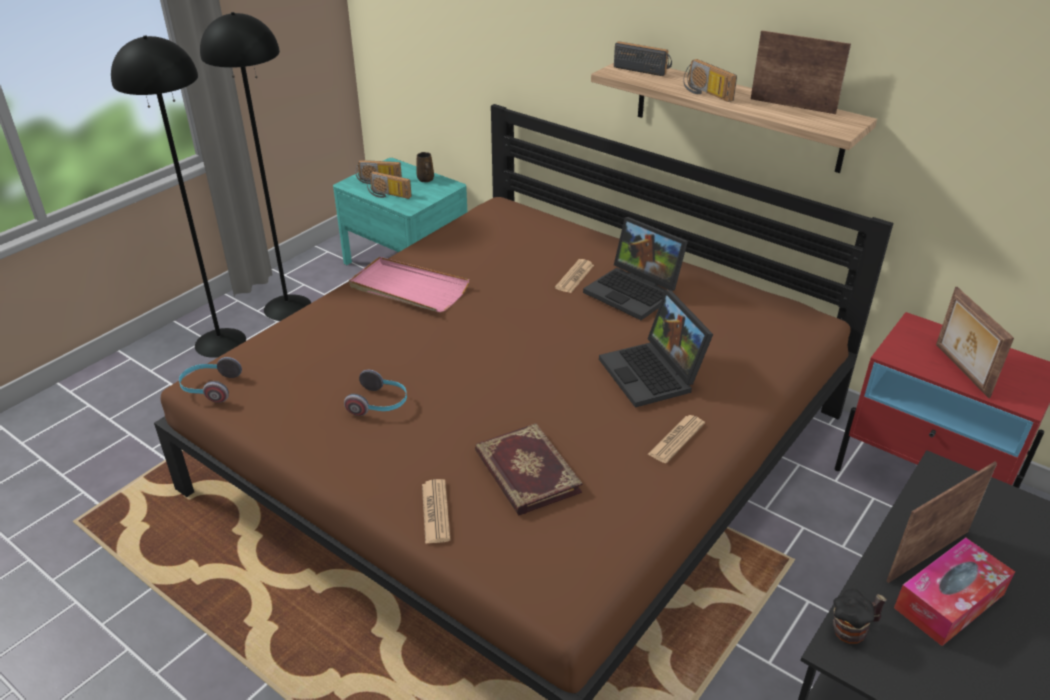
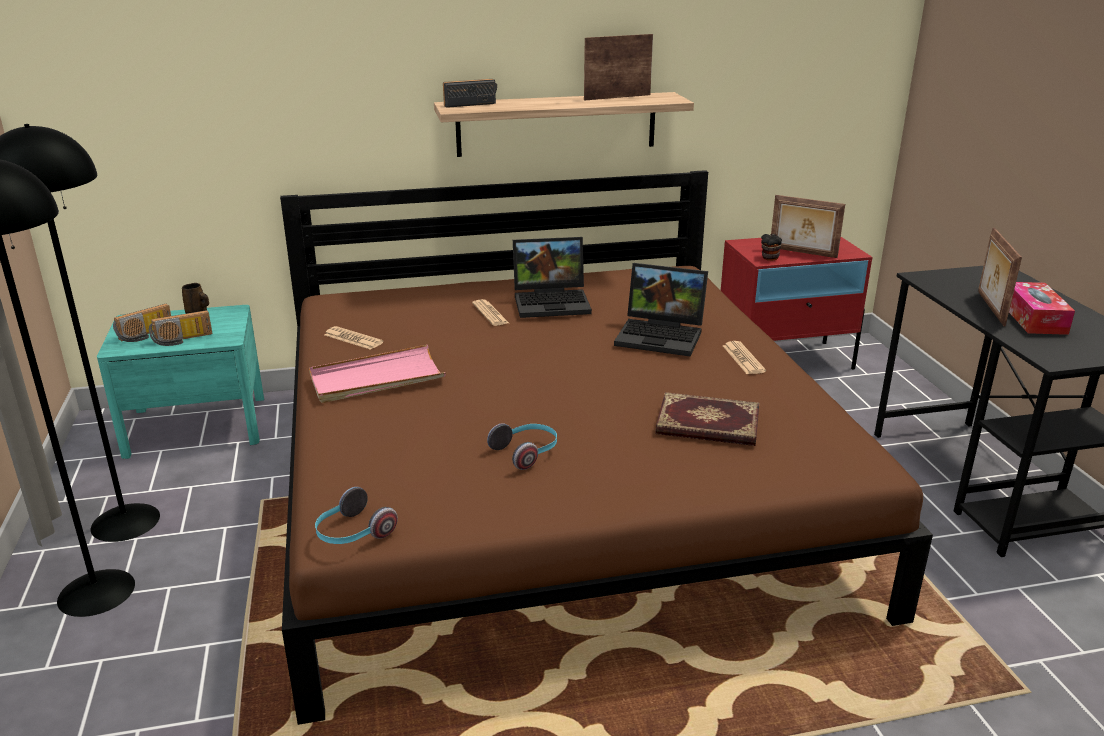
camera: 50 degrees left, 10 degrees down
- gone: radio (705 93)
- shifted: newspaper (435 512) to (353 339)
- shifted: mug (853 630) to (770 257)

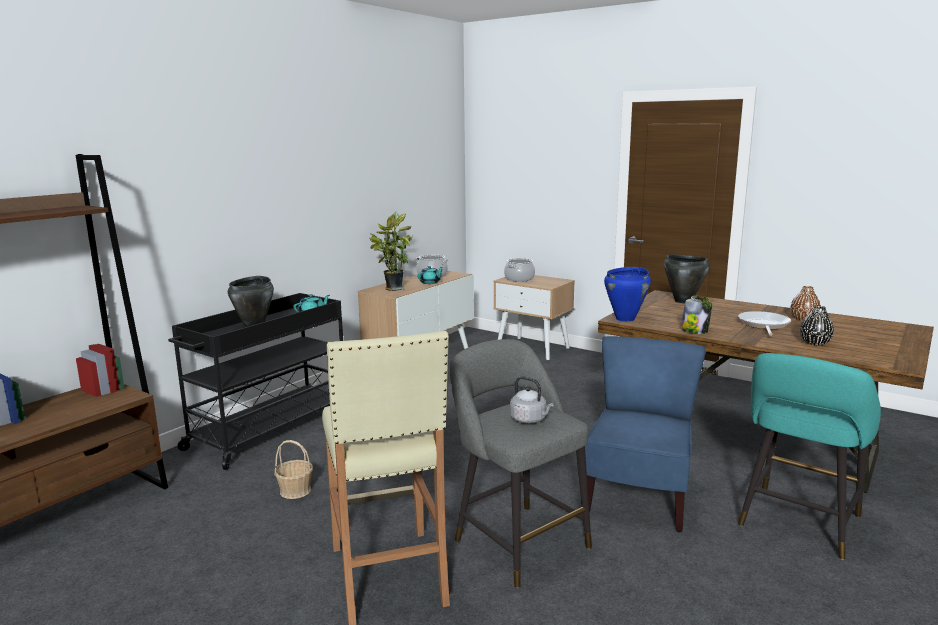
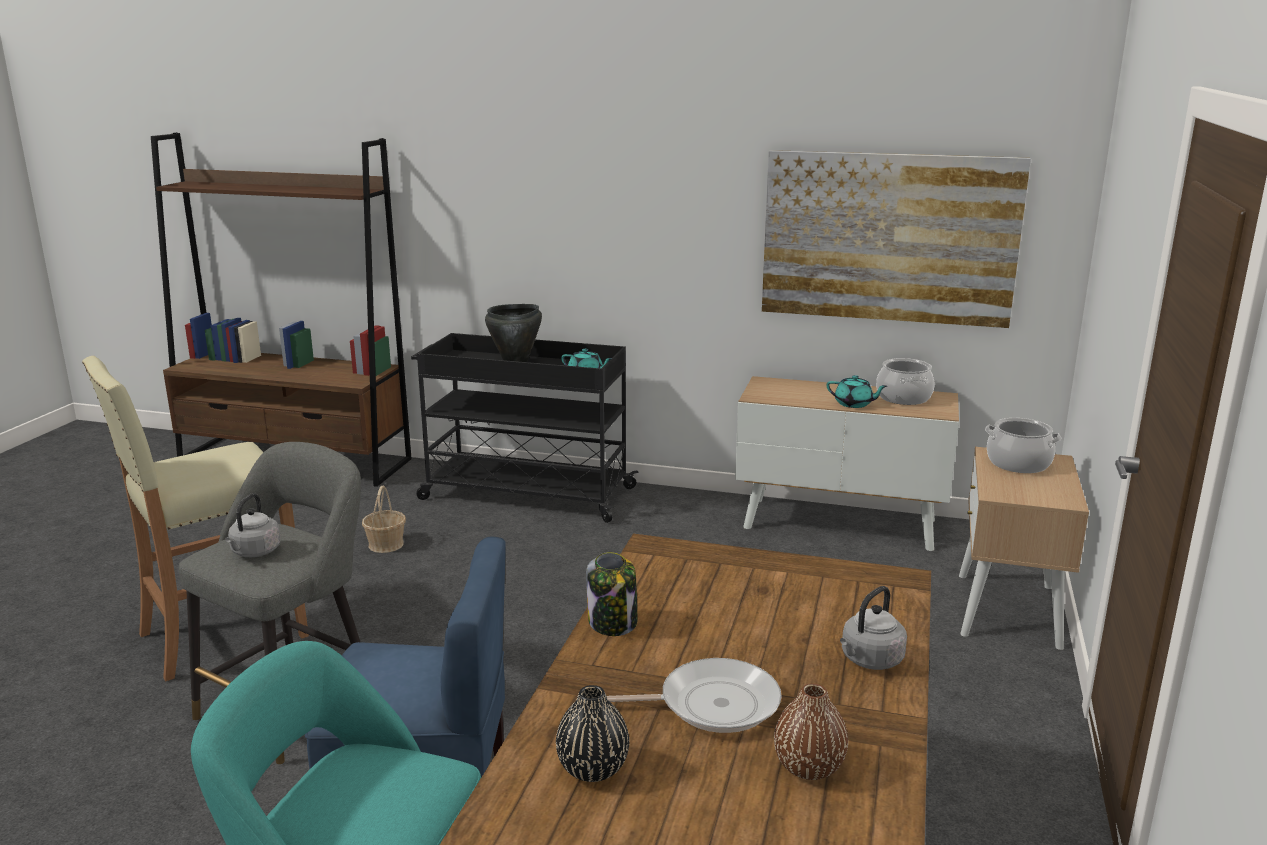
camera: 70 degrees right, 5 degrees up
- gone: potted plant (392 288)
- gone: cooking pot (blue) (625 319)
- gone: cooking pot (black) (683 301)
- new: picture (888 237)
- new: kettle (grey) (869 660)

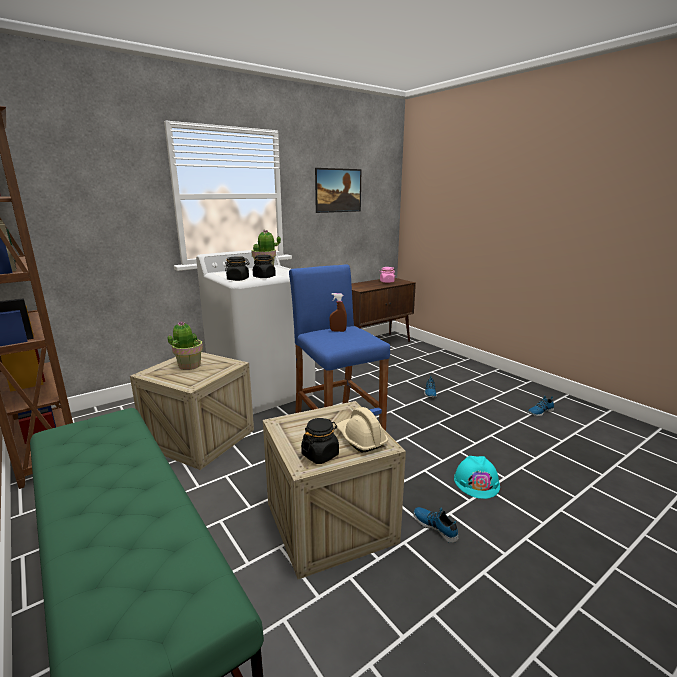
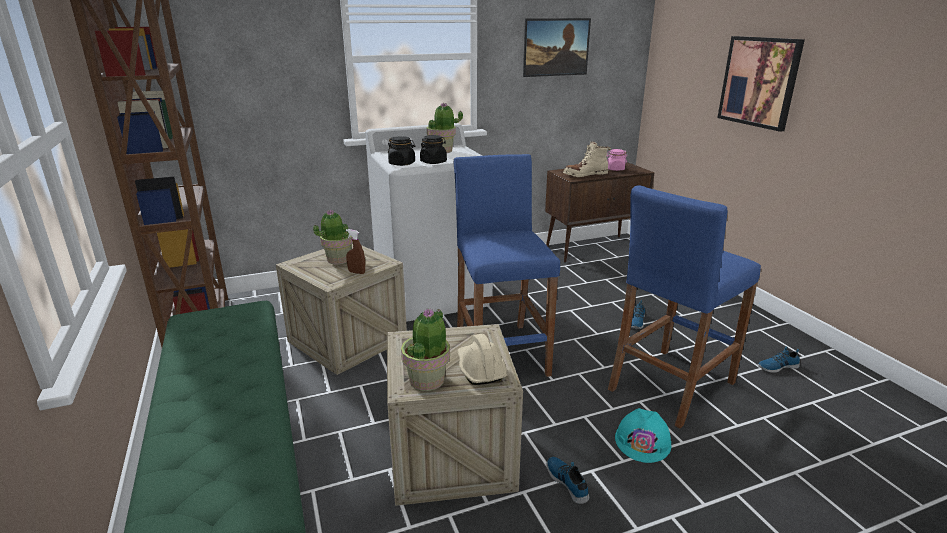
camera: 15 degrees right, 5 degrees up
- new: boot (beige) (585 175)
- new: stool (blue) (670 386)
- new: picture (759 82)
- shifted: spray bottle (brown) (338 331) to (356 272)
- swapped: jar (black) (320 455) to potted plant (427 380)

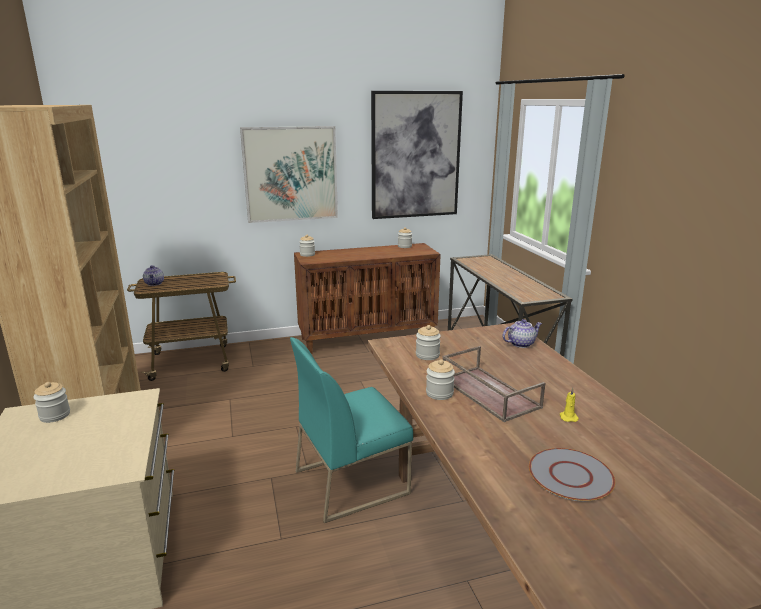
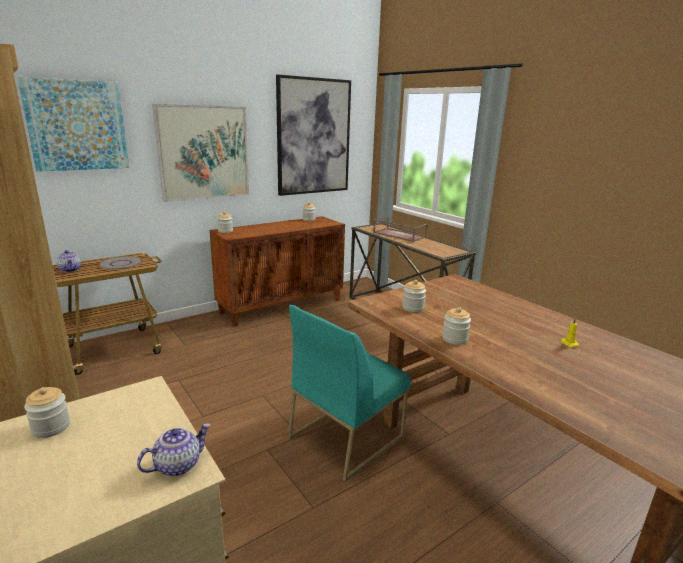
camera: 20 degrees left, 0 degrees up
- new: picture (77 125)
- shifted: tray (brown) (488 392) to (398 235)
- shifted: teapot (521 344) to (178 464)
- shifted: plate (grey) (570 475) to (120 264)

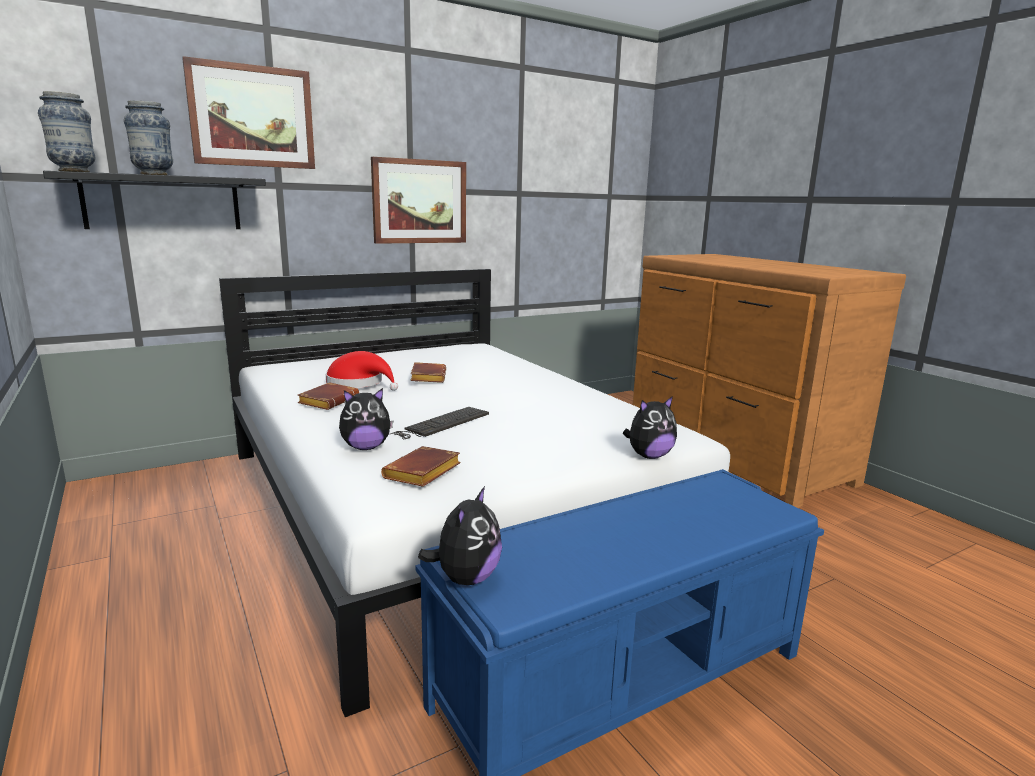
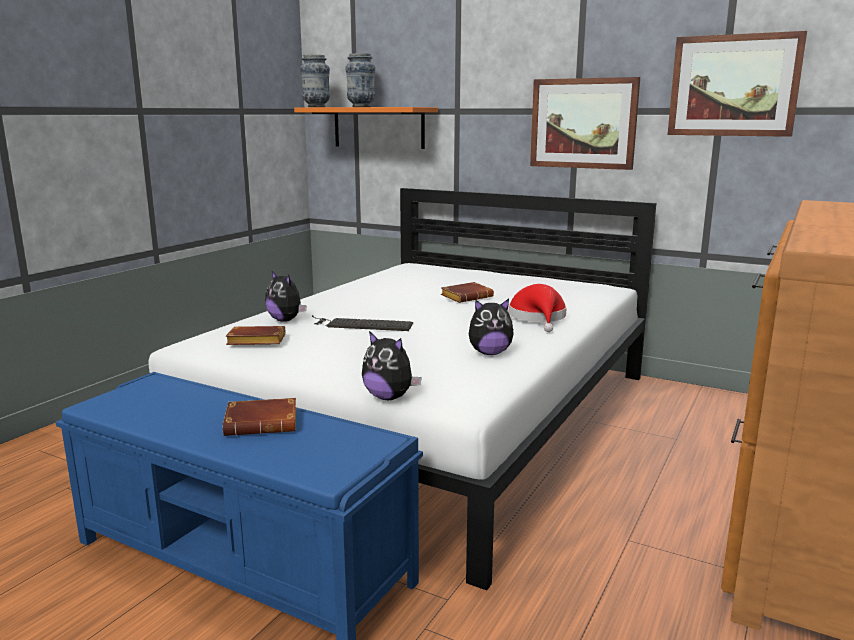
camera: 60 degrees right, 0 degrees up
- shifted: picture (252 116) to (733 86)
- shifted: book (brown) (328 401) to (263 423)
- shifted: hat (red) (359 383) to (538 318)
- shifted: plush toy (466 578) to (489 353)
- repainted: shelf (black) (163 203) to shelf (orange) (378 127)

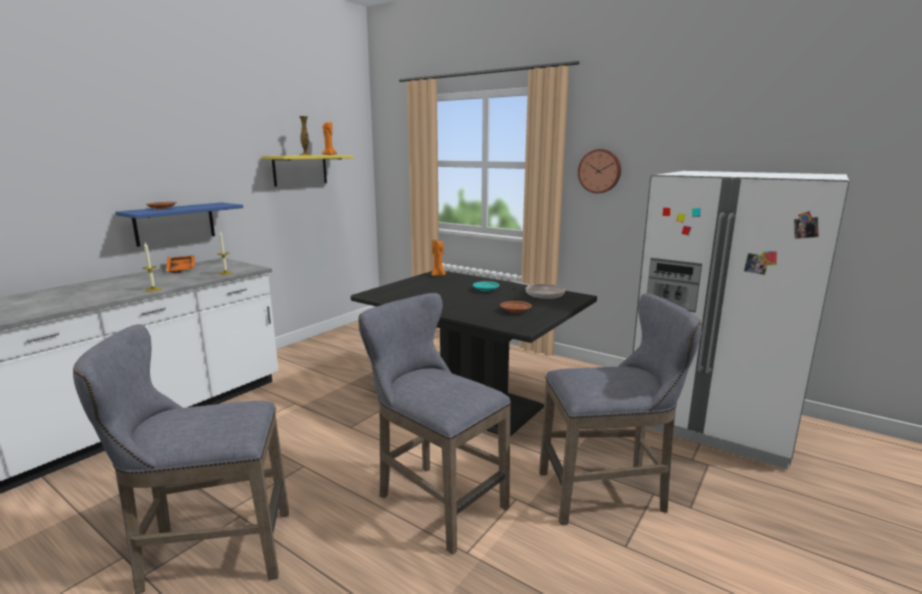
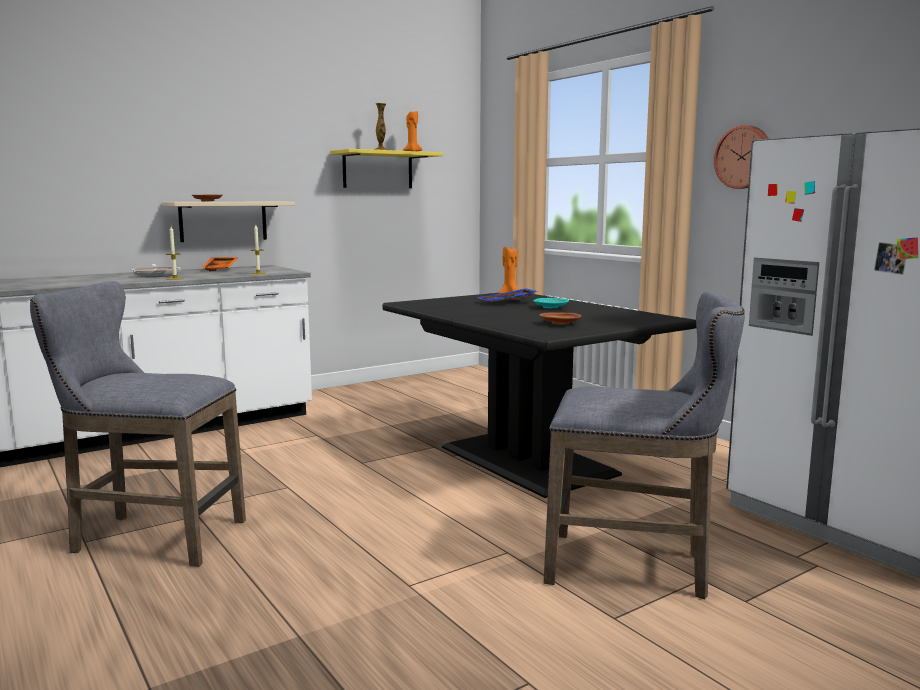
camera: 20 degrees right, 5 degrees down
- gone: stool (grey) (435 500)
- new: tray (blue) (508 303)
- shifted: frying pan (542 294) to (157 275)
- repainted: shelf (blue) (175 223) to shelf (beige) (223 221)

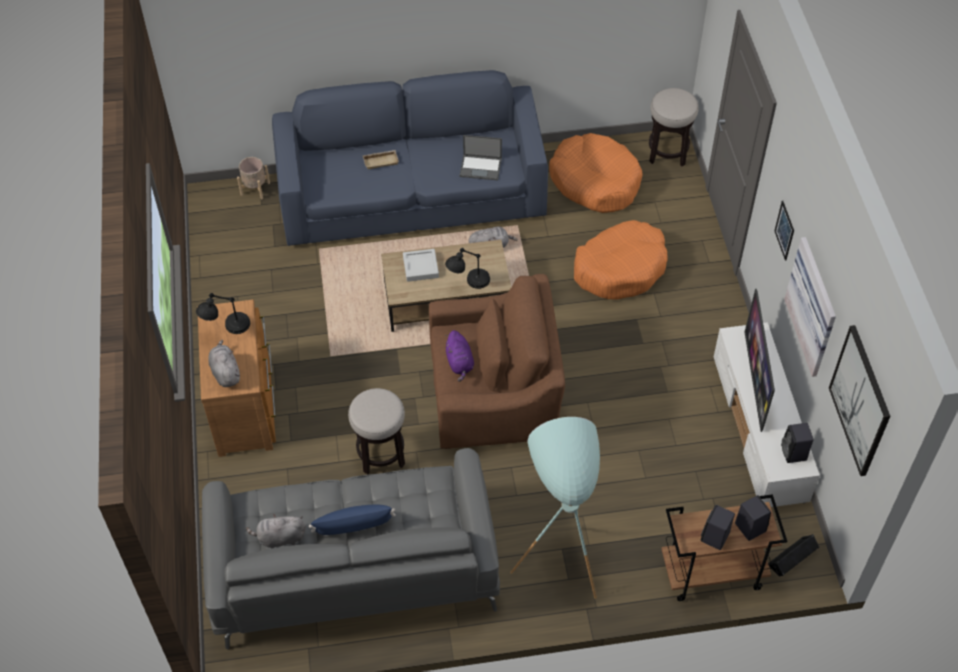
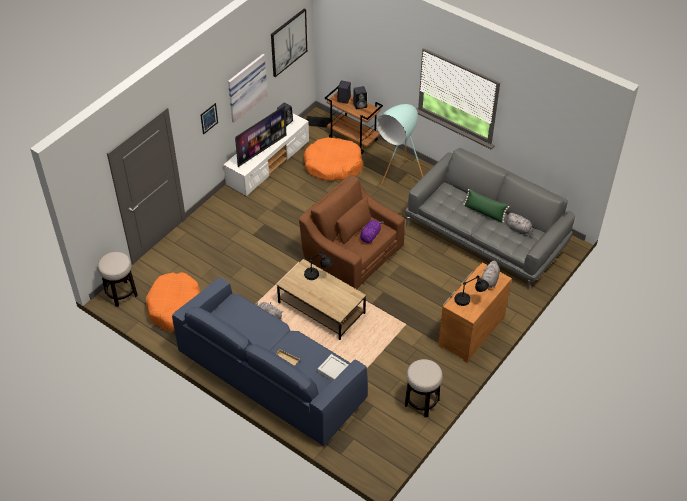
camera: 135 degrees left, 5 degrees down
- gone: planter (beige) (255 188)
- gone: laptop (481 167)
- shifted: stool (381 453) to (421 402)
- shifted: tray (grey) (420 267) to (333 370)
- shifted: dog bed (orange) (620 268) to (333 165)
- repainted: pillow (blue) (353 526) to pillow (green) (484 212)

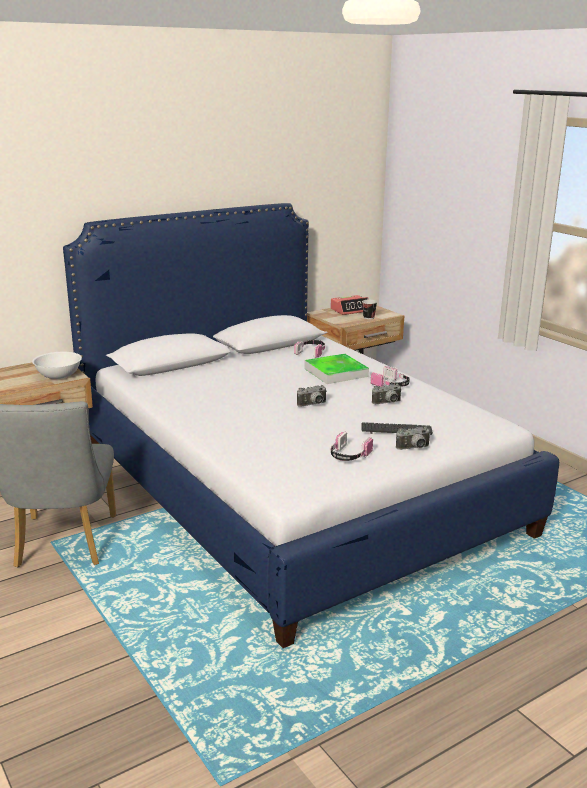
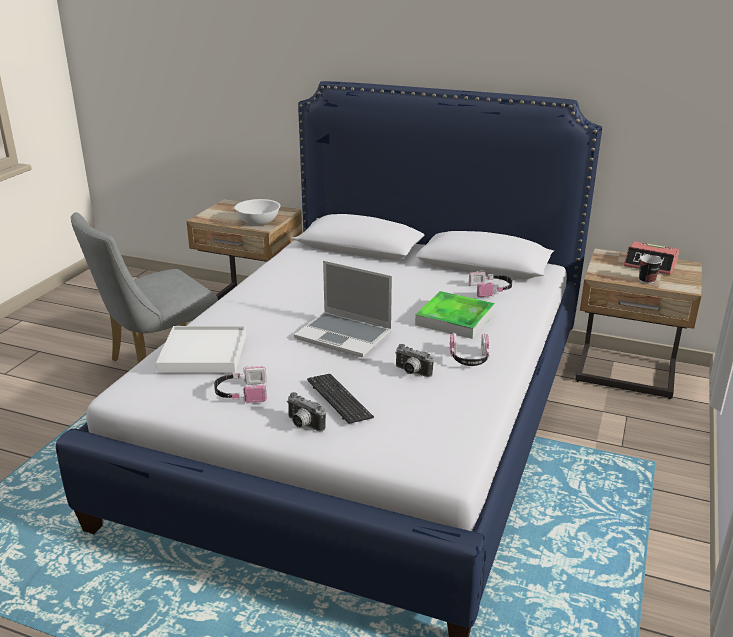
camera: 55 degrees right, 5 degrees up
- new: tray (white) (203 353)
- swapped: photo camera (313 405) to laptop (345 335)

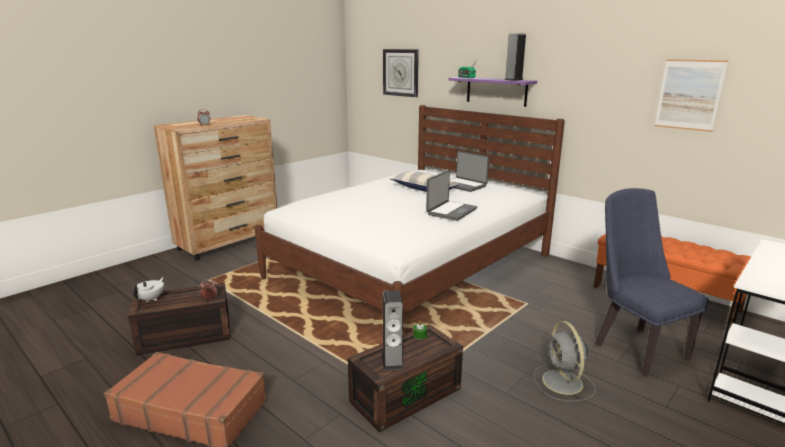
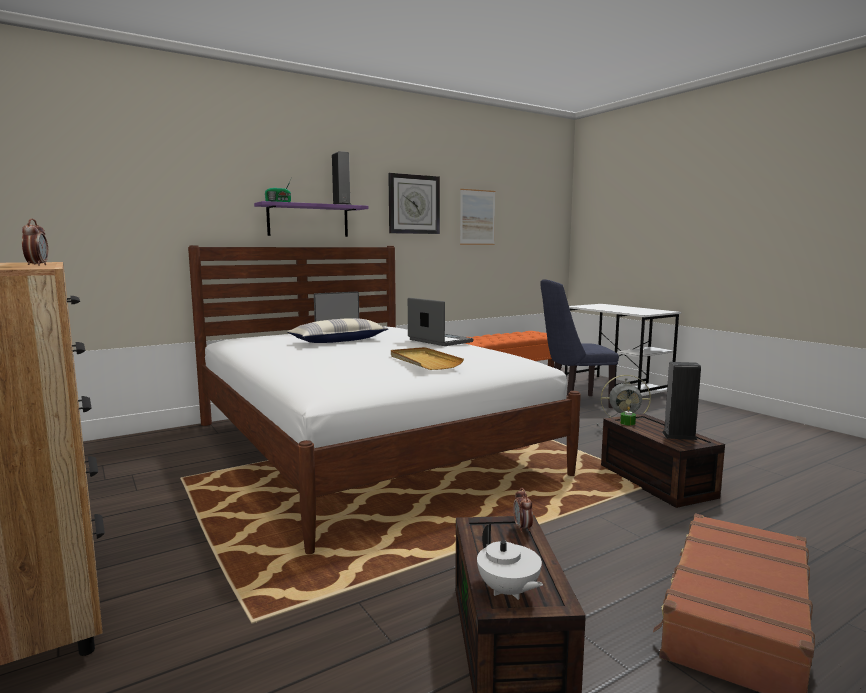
camera: 75 degrees left, 10 degrees down
- new: tray (beige) (424 361)
- shifted: wall clock (401 72) to (413 204)
- rotated: teapot (white) (151 299) = (508 591) 150 degrees counterclockwise

